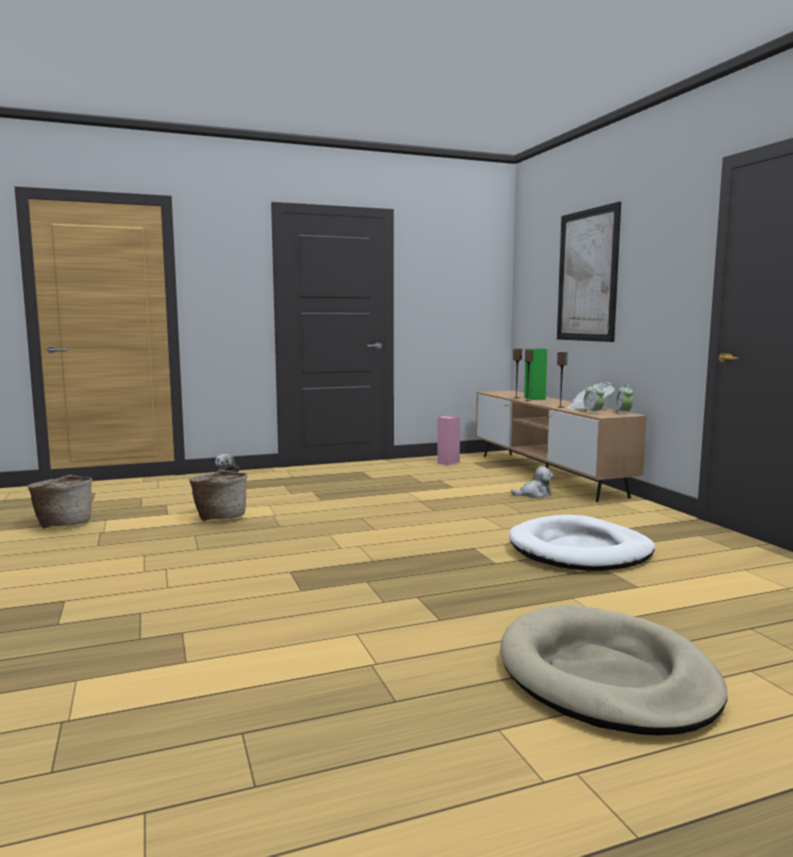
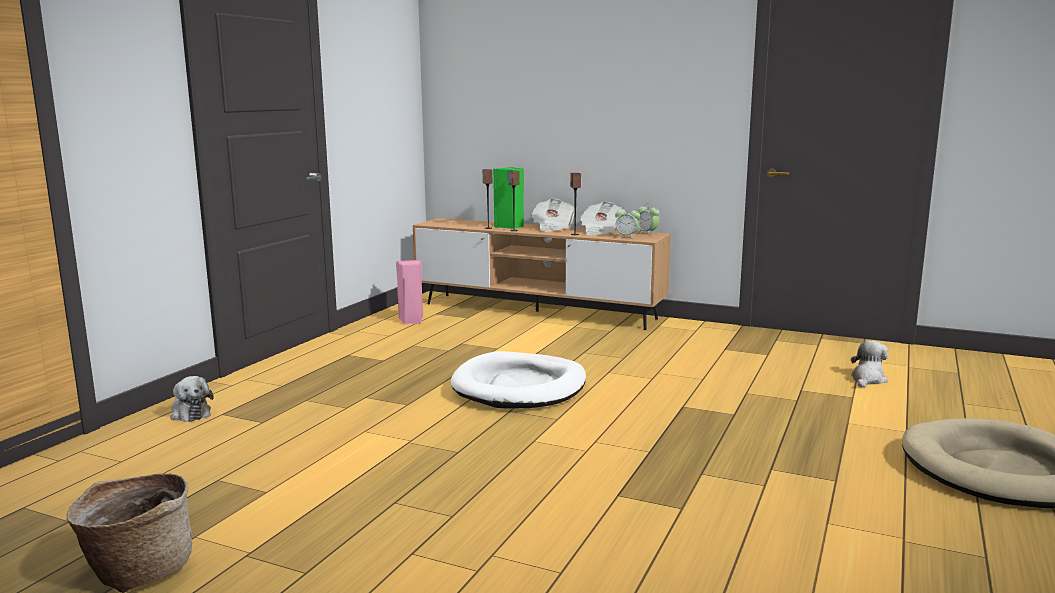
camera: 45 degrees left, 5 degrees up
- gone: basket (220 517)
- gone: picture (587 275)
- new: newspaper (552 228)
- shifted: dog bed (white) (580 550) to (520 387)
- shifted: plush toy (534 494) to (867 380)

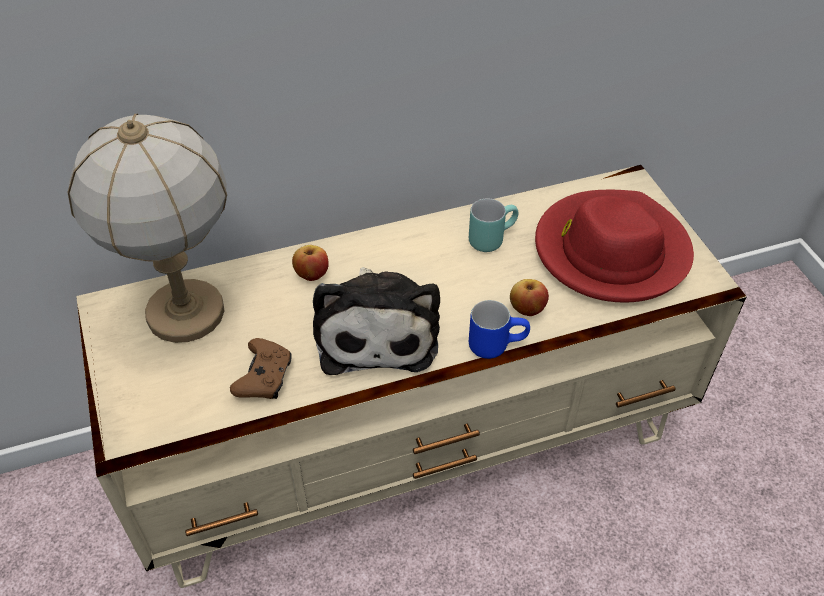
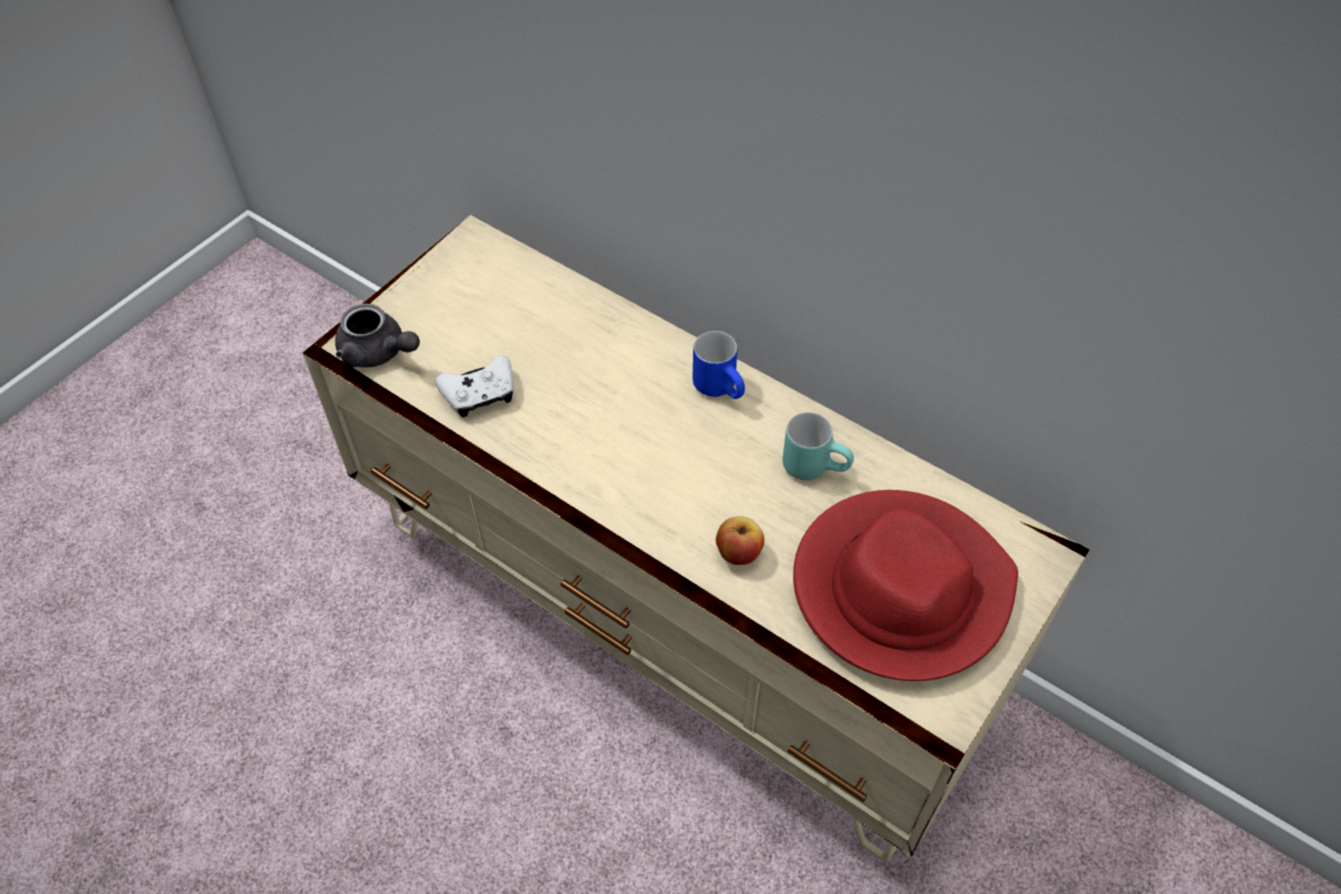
camera: 55 degrees right, 5 degrees up
- gone: table lamp (186 312)
- gone: apple (311 274)
- gone: plush toy (377 330)
- new: teapot (grey) (378 353)
- shifted: mug (blue) (496 343) to (722 388)
- repainted: game controller (brown) (264 377) to game controller (white) (480 394)

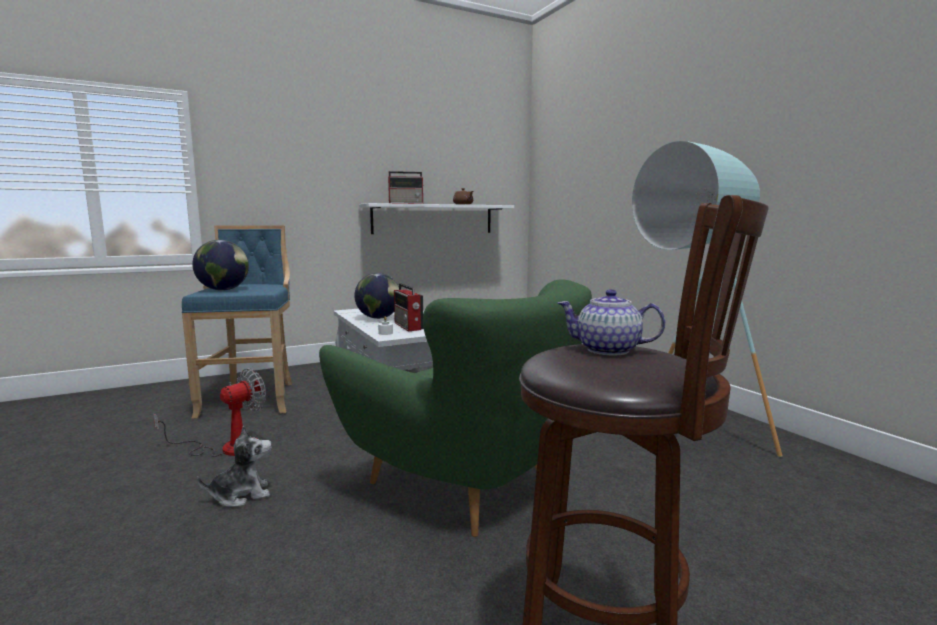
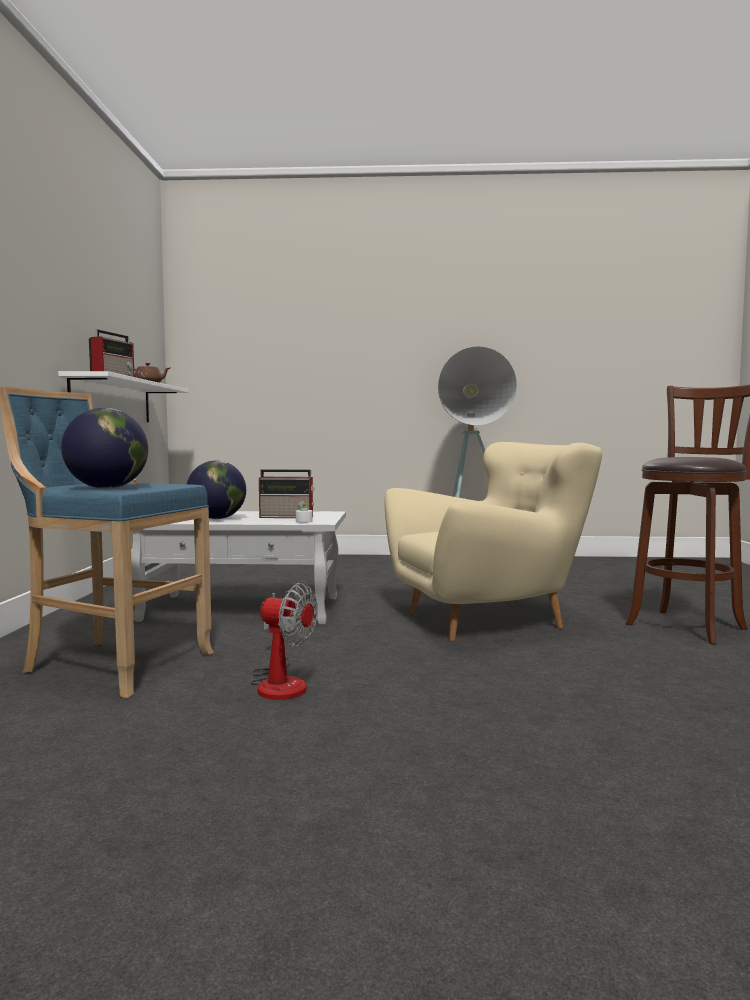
camera: 60 degrees left, 5 degrees down
- gone: plush toy (241 495)
- gone: teapot (608 350)
- repainted: armchair (green) (463 485) to armchair (beige) (488 620)
- rotated: fan (228 447) = (280 683) 135 degrees clockwise

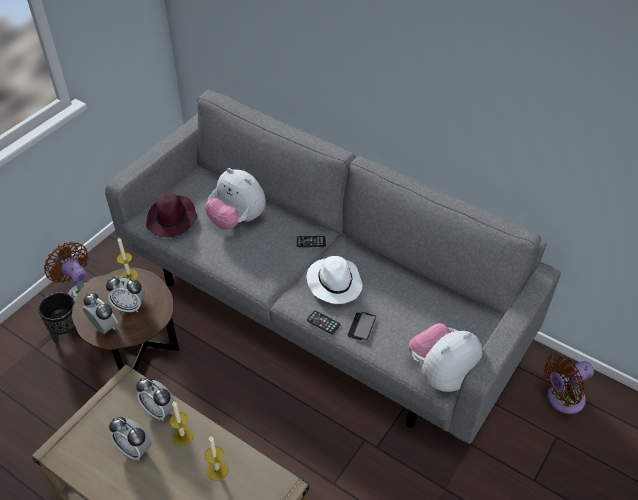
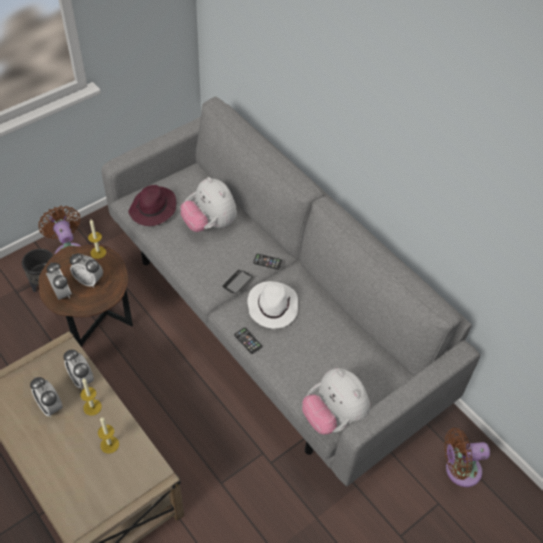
camera: 15 degrees right, 5 degrees up
- shifted: phone (361 326) to (237 282)
- rotated: plush toy (441 373) = (333 417) 105 degrees counterclockwise

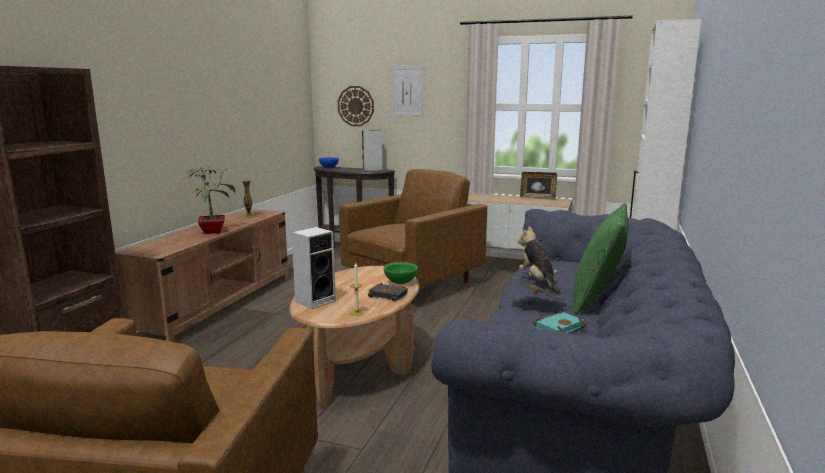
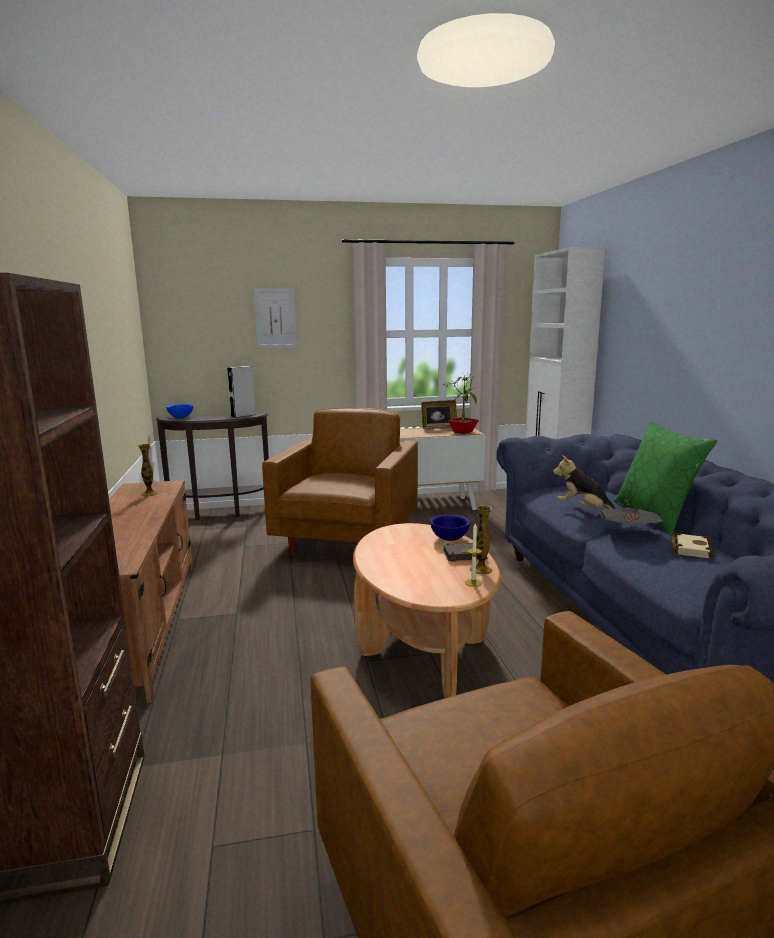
camera: 30 degrees left, 0 degrees up
- gone: speaker (316 301)
- gone: wall clock (355 106)
- new: vase (481 570)
- shifted: potted plant (212 231) to (462 432)
- repainted: bowl (green) (400 282) to bowl (blue) (449 539)
- repainted: book (turquoise) (558 327) to book (beige) (689 549)

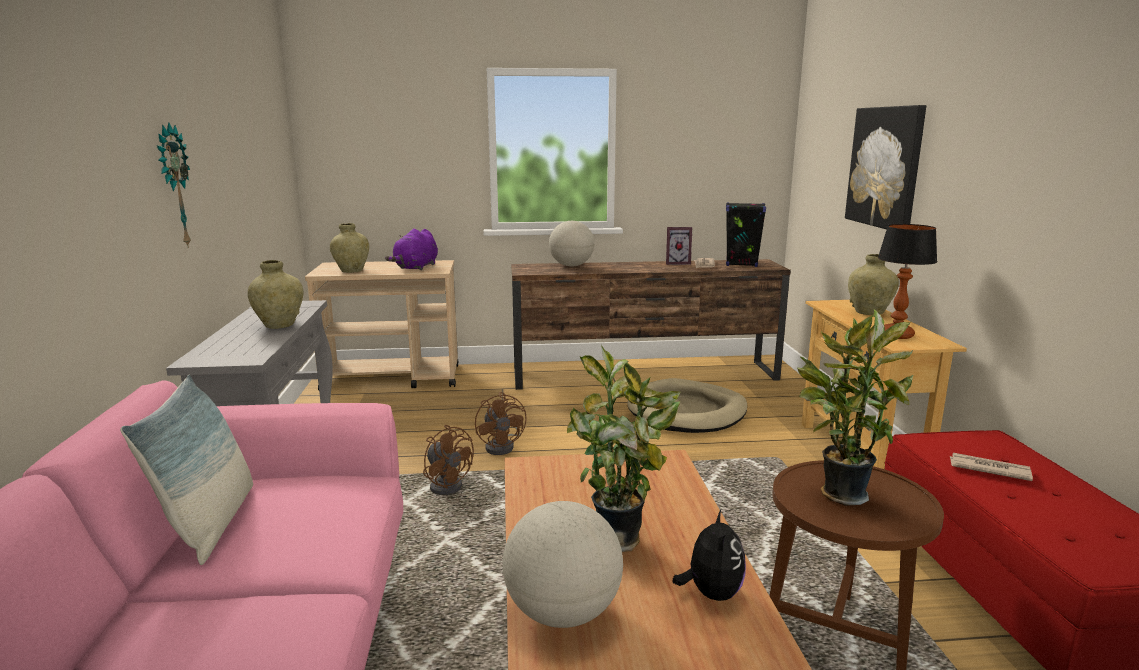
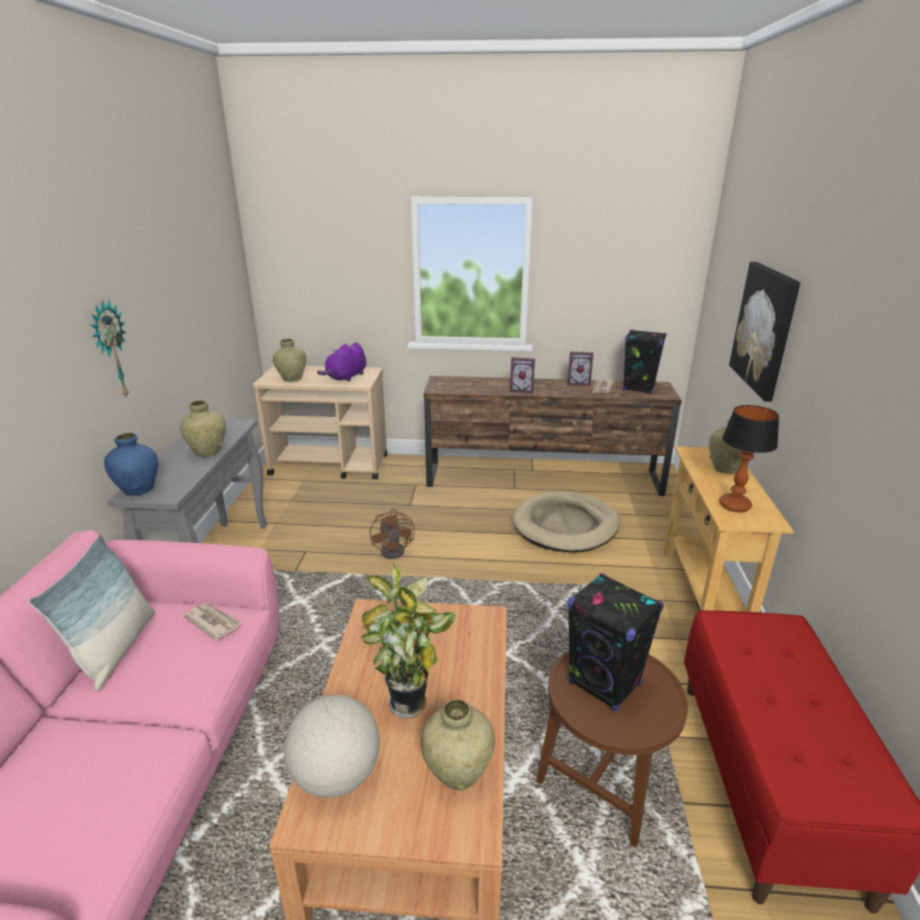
camera: 10 degrees right, 10 degrees up
- gone: fan (brown) (447 485)
- gone: globe (571 266)
- new: vase (blue) (139 490)
- new: picture frame (522 390)
- shifted: newspaper (988 469) to (213 622)
- swapped: plush toy (711 593) to vase (beige) (458 773)
- swapped: potted plant (839 493) to speaker (black) (605 684)

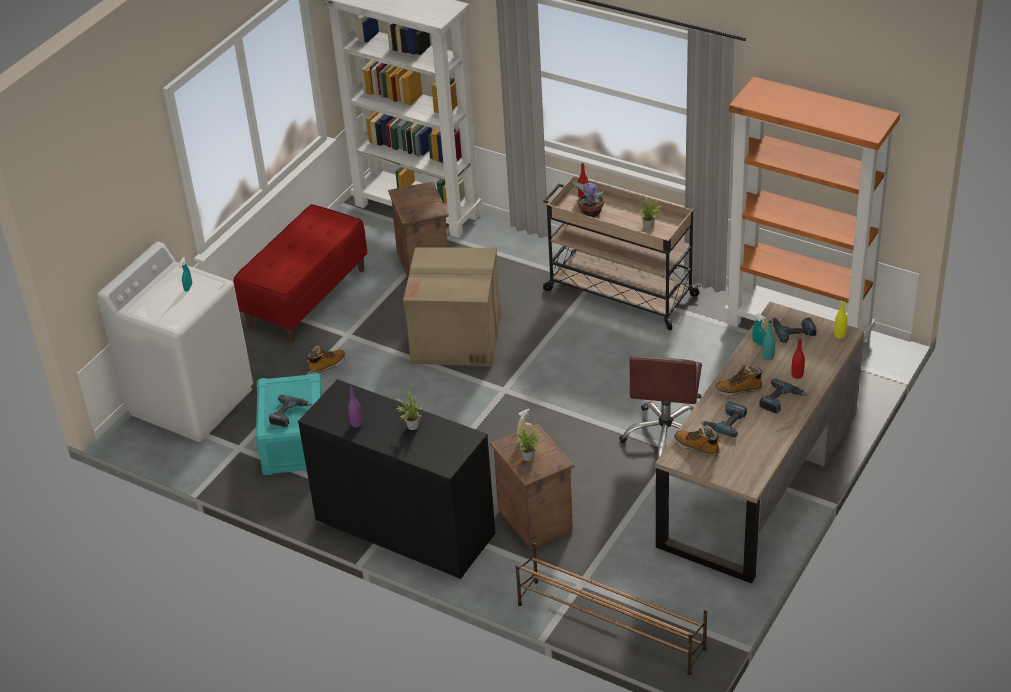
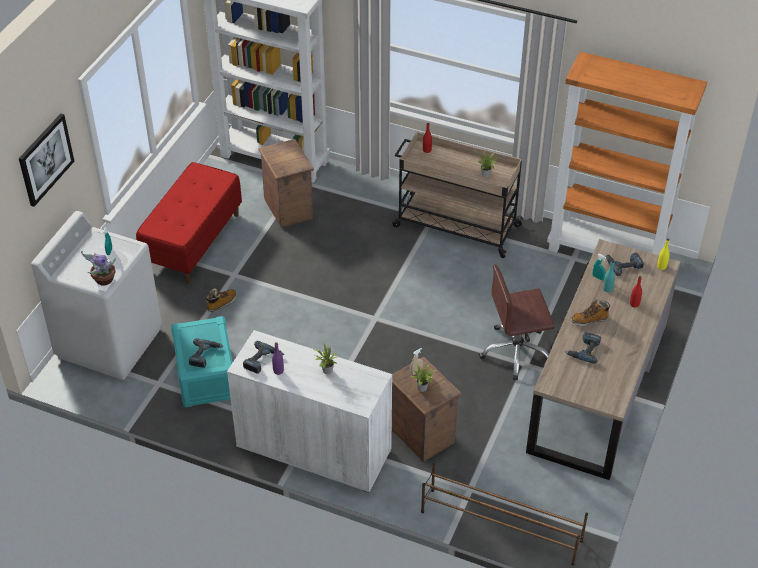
camera: 10 degrees left, 5 degrees up
- gone: cardboard box (457 338)
- gone: boot (697 447)
- new: picture (45 159)
- shifted: potted plant (590 213) to (103 280)
- shifted: power drill (781 400) to (262 360)
- repainted: cabinet (black) (405 528) to cabinet (white) (314 449)
- rotated: office chair (brown) (666 436) = (516 352) 75 degrees clockwise

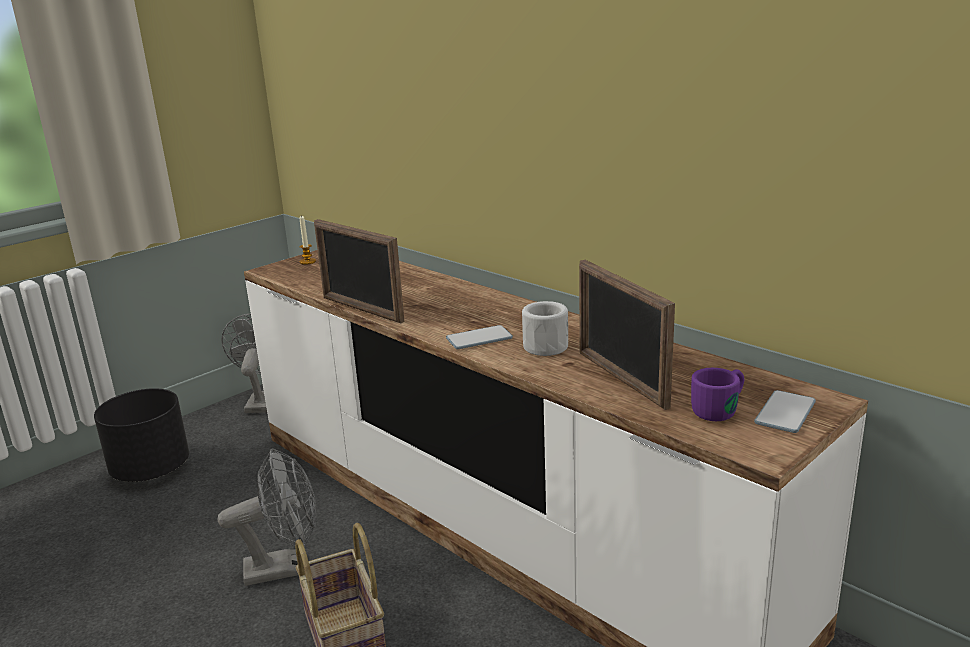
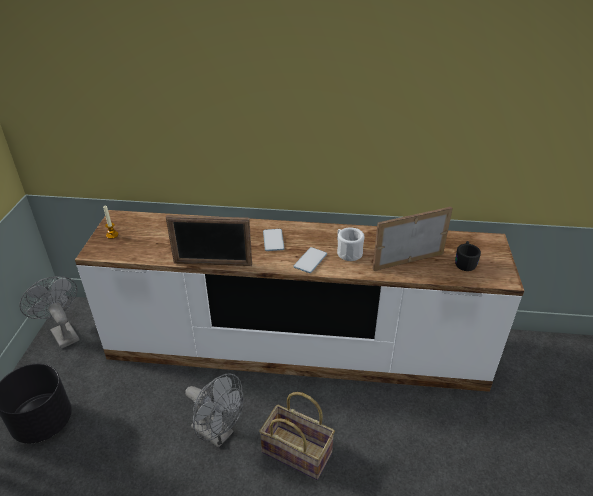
camera: 40 degrees left, 15 degrees up
- shifted: phone (785 413) to (273 240)
- repainted: mug (purple) (720 409) to mug (black) (465 262)
- rotated: fan (grey) (285 567) = (218 433) 90 degrees clockwise
- rotated: picture frame (621 379) = (408 261) 135 degrees clockwise

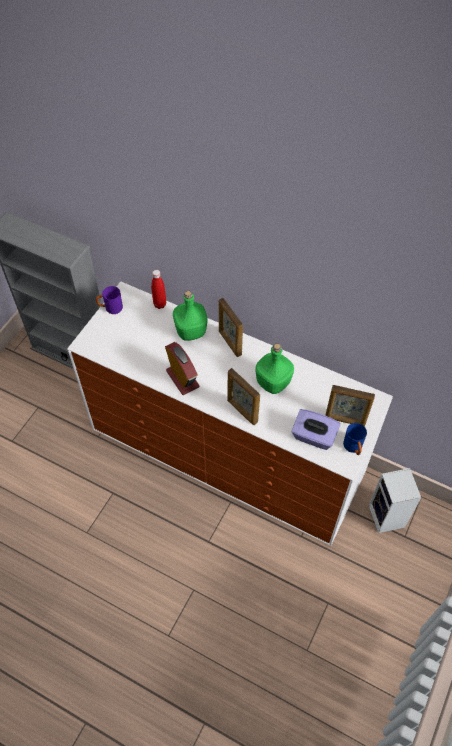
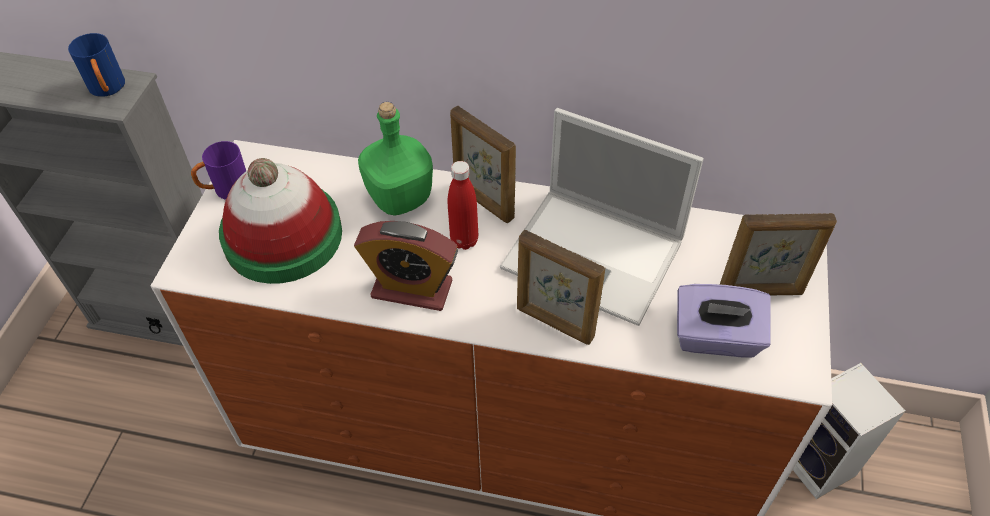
camera: 15 degrees left, 5 degrees down
- new: hat (283 236)
- shifted: bottle (red) (160 304) to (464 240)
- shifted: mug (blue) (353 448) to (108 90)
- swapped: bottle (green) (273 383) to laptop (596 255)
- rotated: alarm clock (182 379) = (412 289) 150 degrees clockwise

